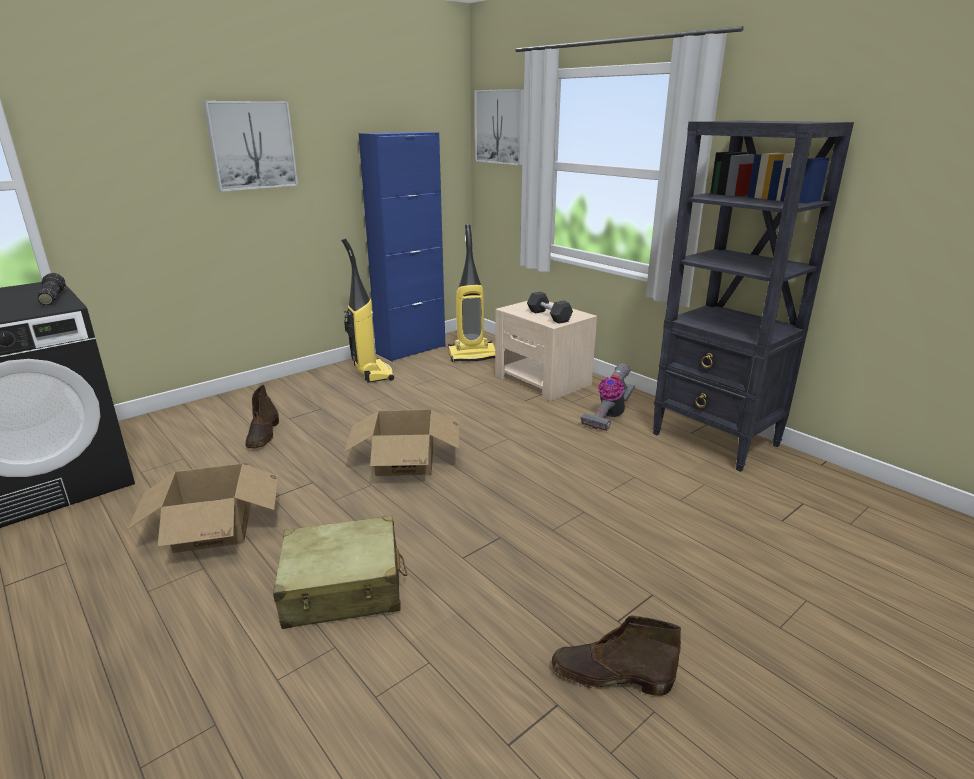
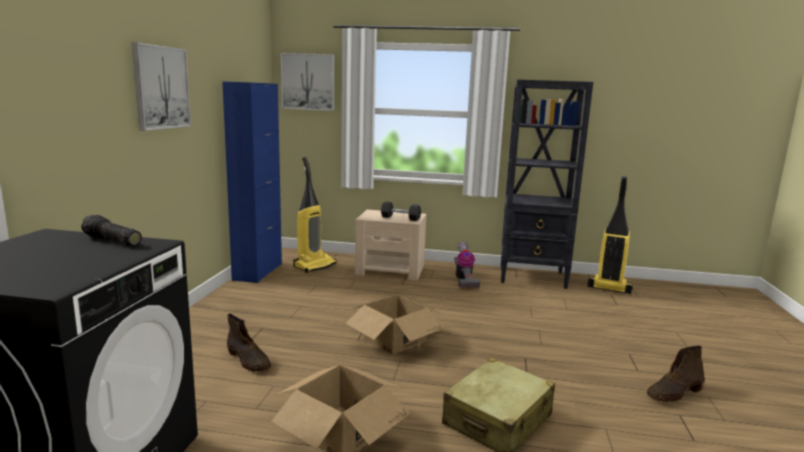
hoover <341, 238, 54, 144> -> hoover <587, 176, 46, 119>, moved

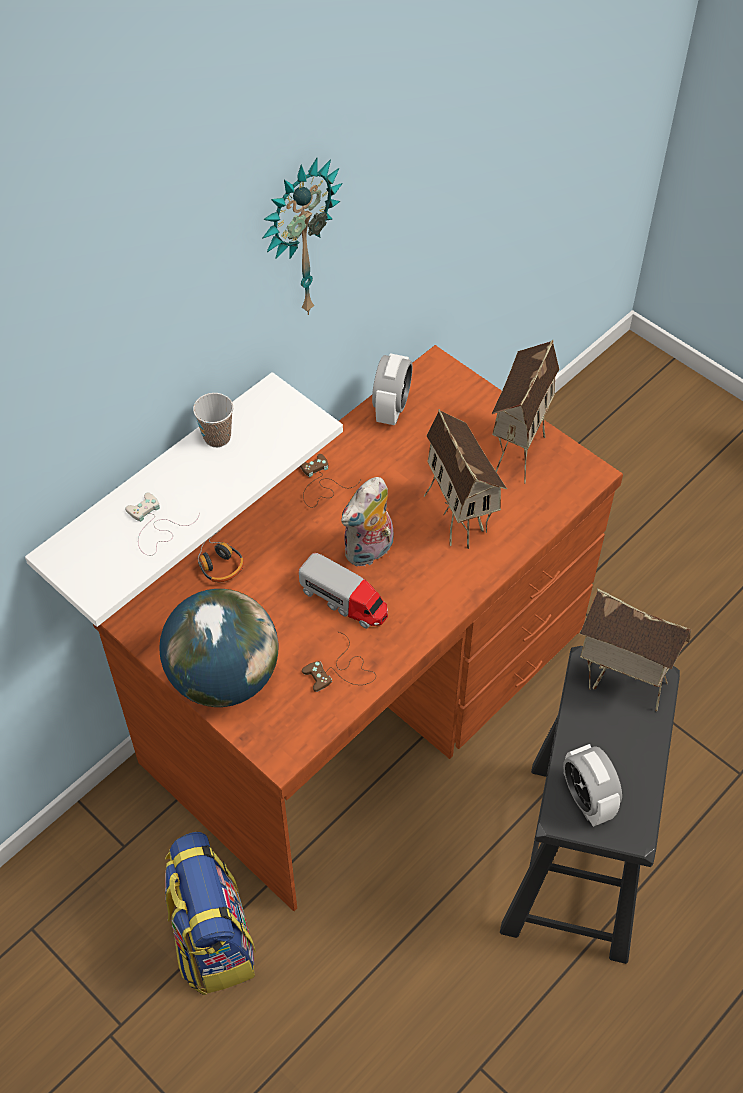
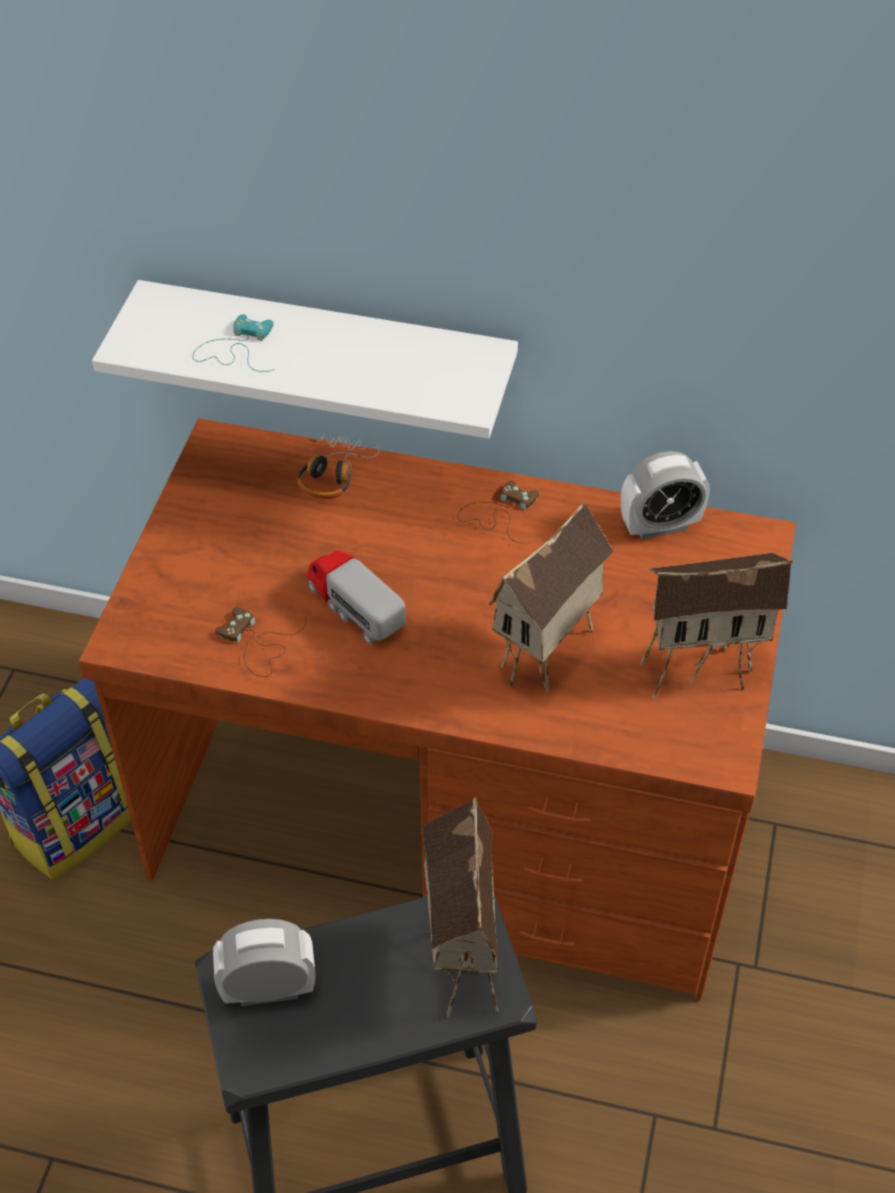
white-coloured gamepad <125, 492, 75, 64> -> turquoise gamepad <192, 314, 83, 58>
globe <159, 589, 119, 118> -> none
cup <193, 393, 40, 54> -> none
clock on the wall <263, 158, 80, 157> -> none
toy lorry <299, 553, 89, 76> -> toy lorry <307, 550, 99, 95>, 135 degrees clockwise
soft toy <341, 477, 53, 89> -> none
table clock <563, 744, 59, 83> -> table clock <213, 919, 102, 87>, 45 degrees clockwise

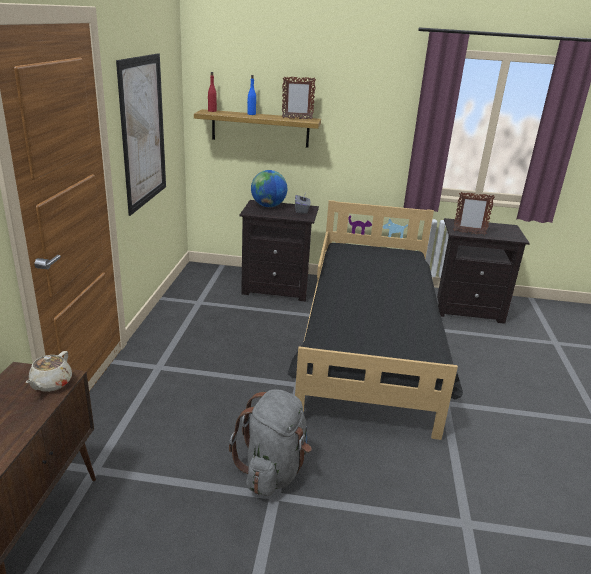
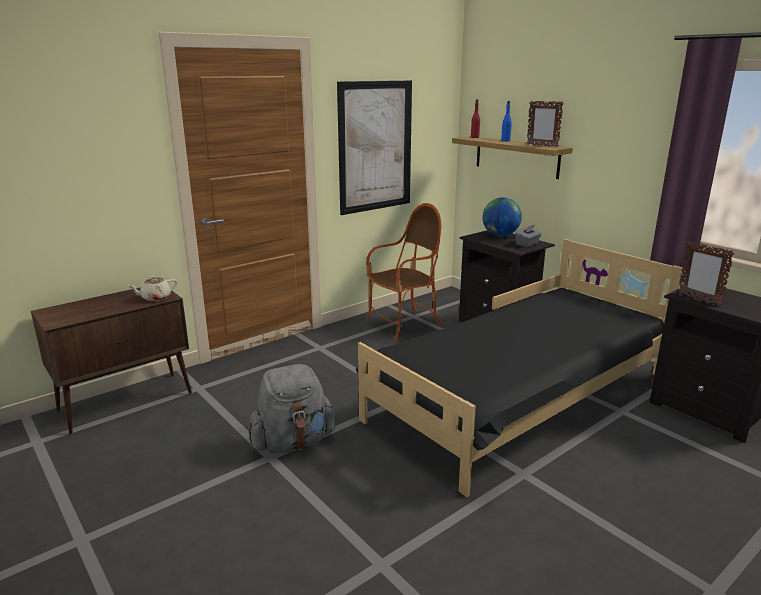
none -> lounge chair <366, 203, 75, 137>

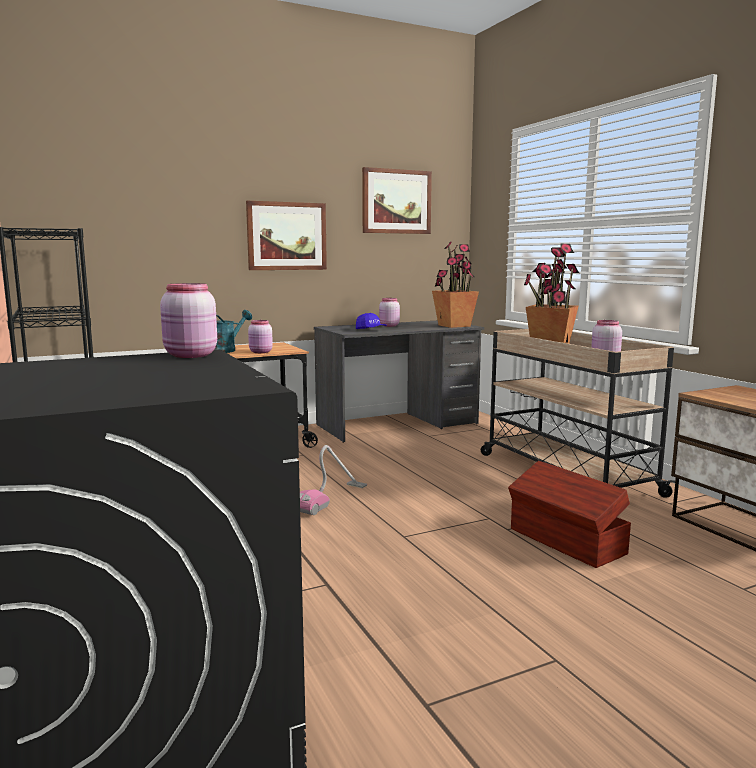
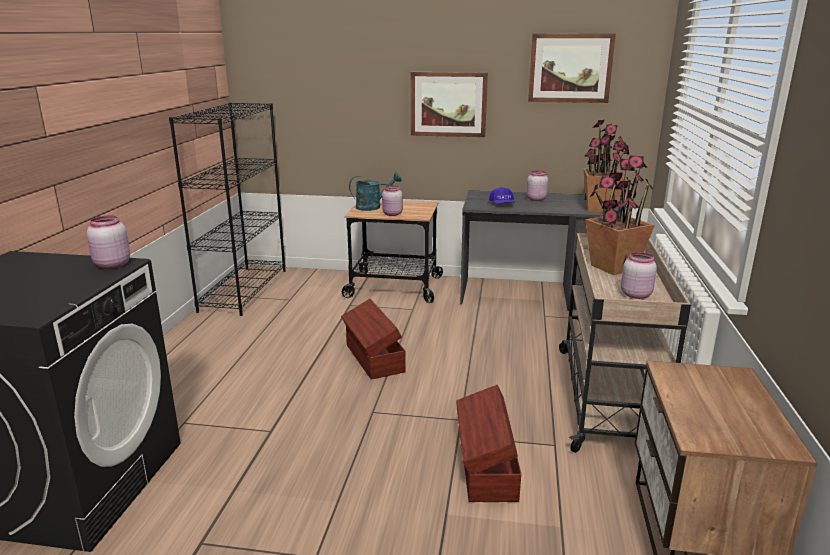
hoover <300, 445, 67, 70> -> brown storage container <341, 299, 64, 80>

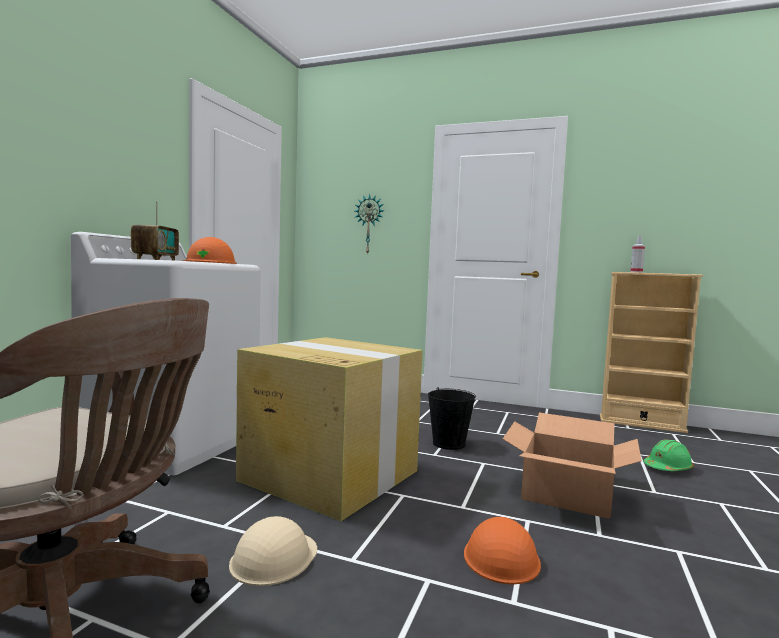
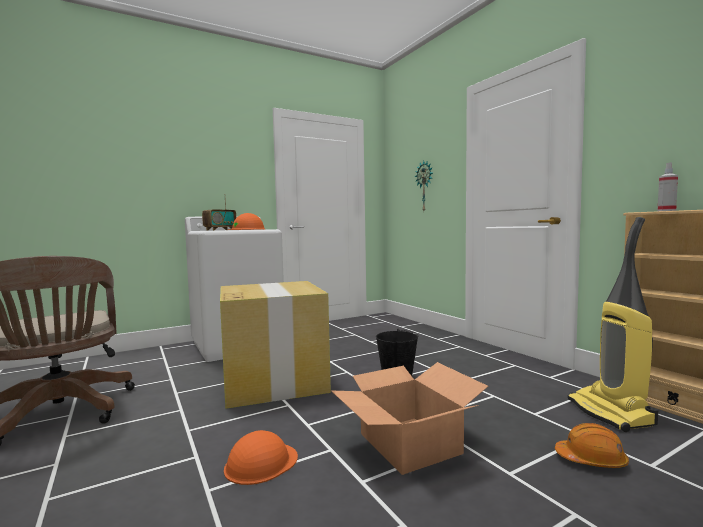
beige work helmet <229, 516, 88, 70> -> none
greenish work helmet <643, 439, 51, 32> -> orange work helmet <555, 423, 74, 45>
none -> hoover <568, 217, 90, 215>

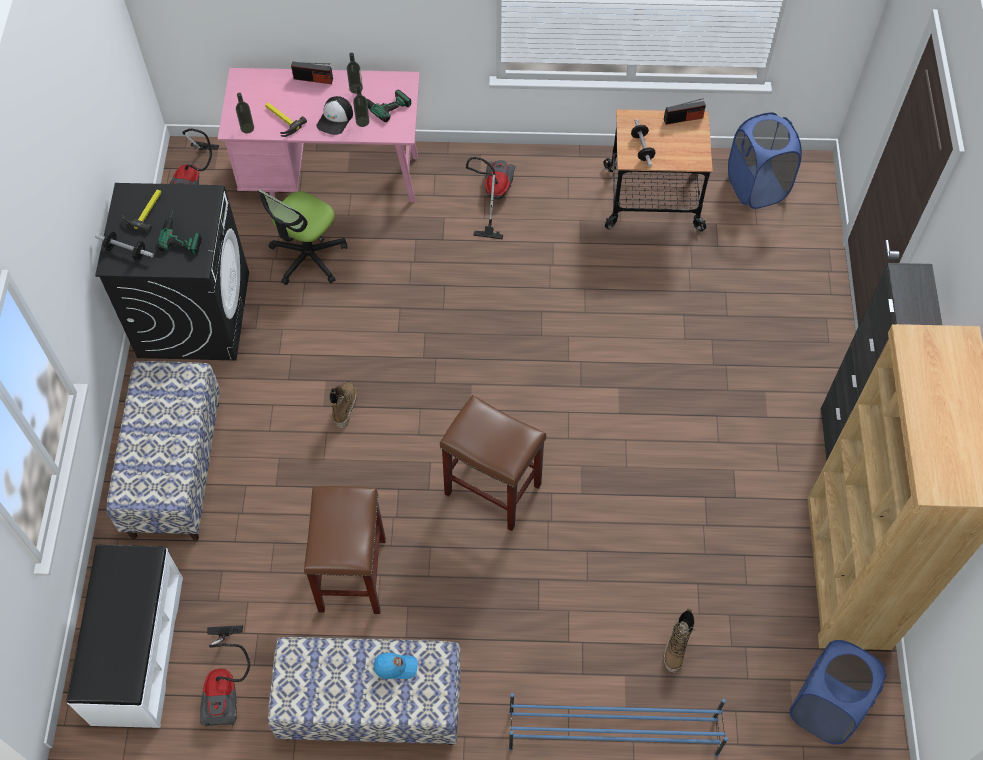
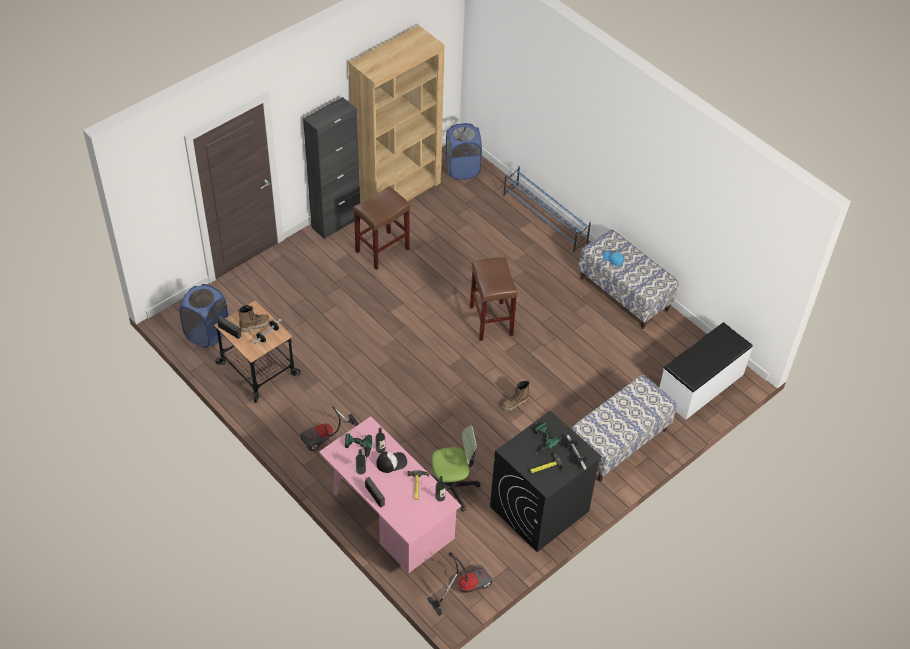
hoover <200, 625, 50, 101> -> none
brown sitting stool <304, 486, 82, 128> -> brown sitting stool <353, 186, 57, 84>, moved
boot <663, 608, 32, 65> -> boot <238, 305, 32, 27>, moved

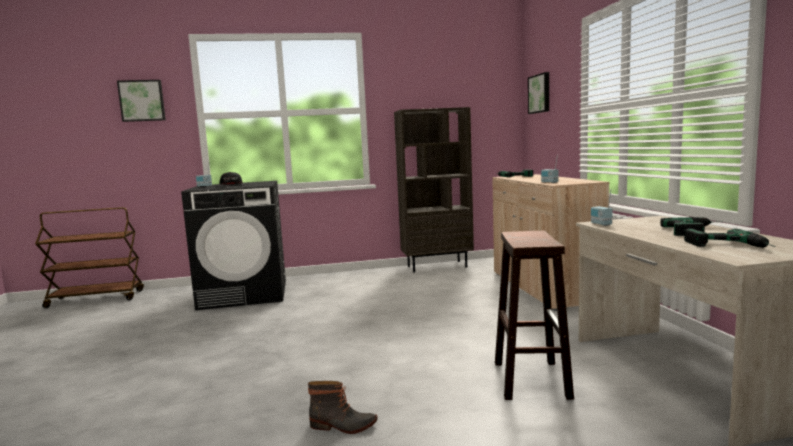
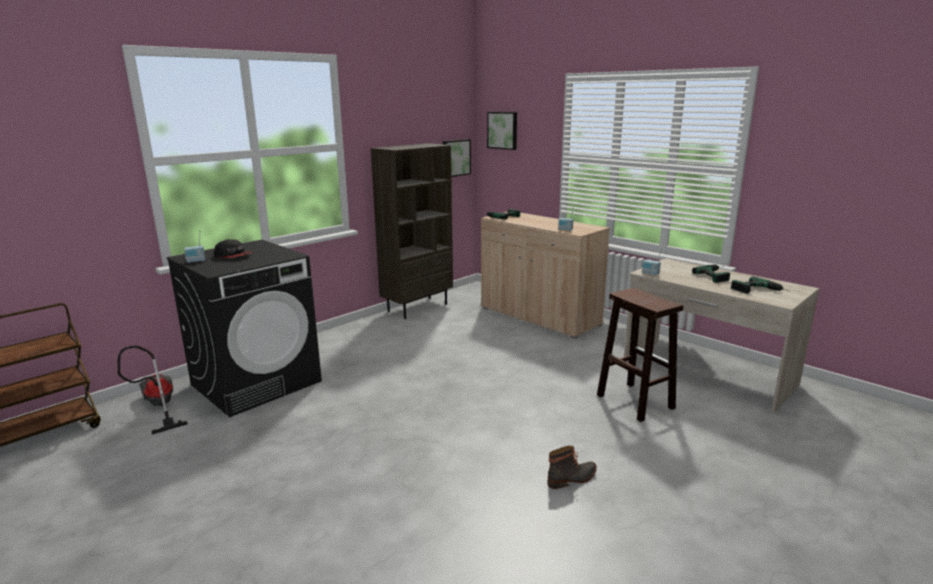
wall art <117, 80, 49, 42> -> wall art <443, 139, 28, 38>, moved
none -> hoover <117, 346, 71, 89>

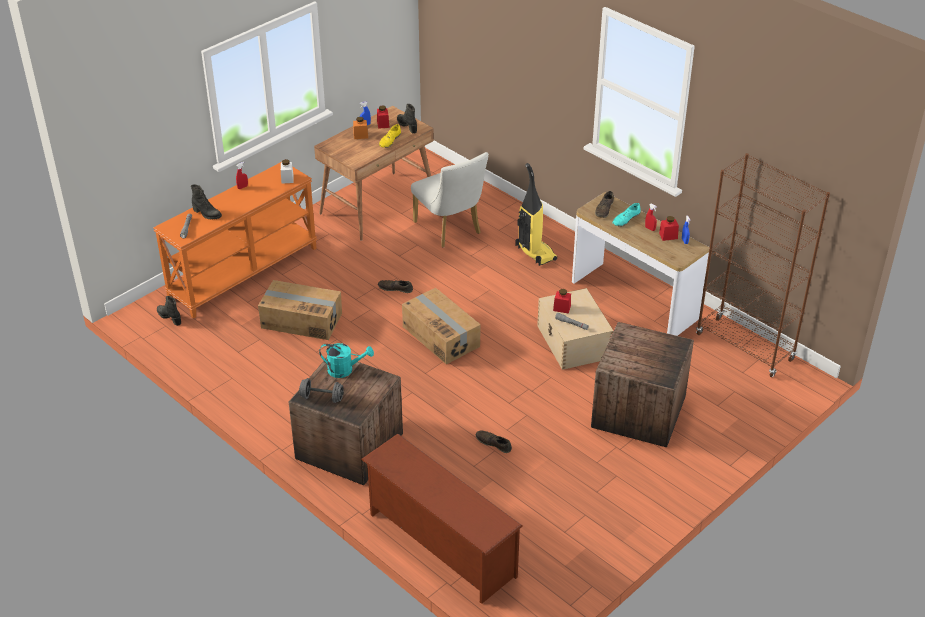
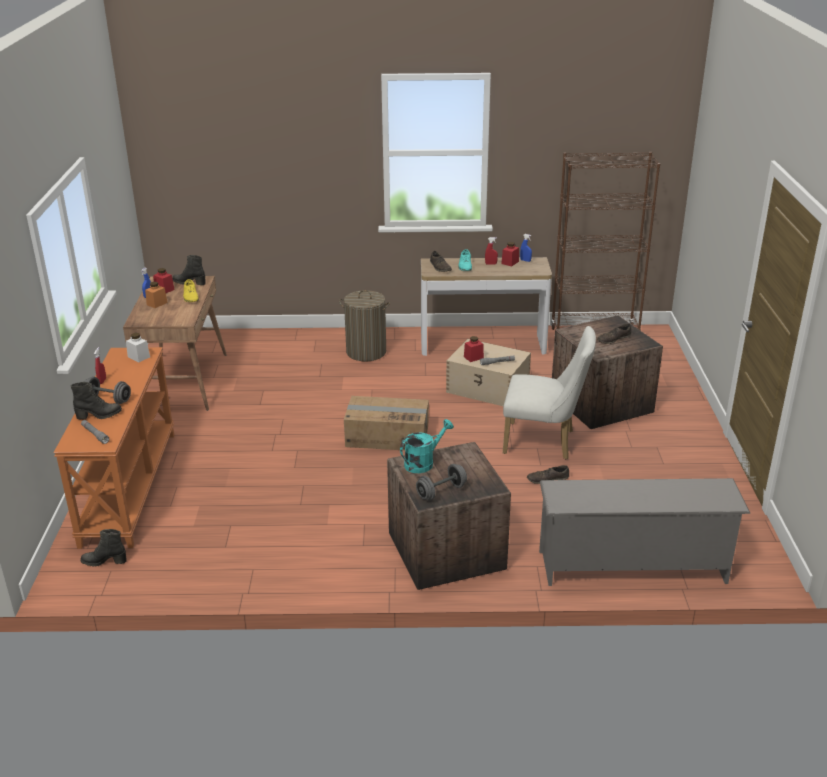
cardboard box <258, 280, 84, 60> -> none
brown shoe shelf <361, 434, 162, 170> -> gray shoe shelf <539, 478, 212, 108>
brown item of footwear <378, 280, 35, 13> -> brown item of footwear <597, 324, 34, 20>, moved
white-coloured plain chair <411, 152, 78, 95> -> white-coloured plain chair <503, 326, 93, 134>, moved
hoover <515, 163, 42, 103> -> hamper <339, 290, 51, 71>
none -> gray free weight <84, 377, 47, 27>

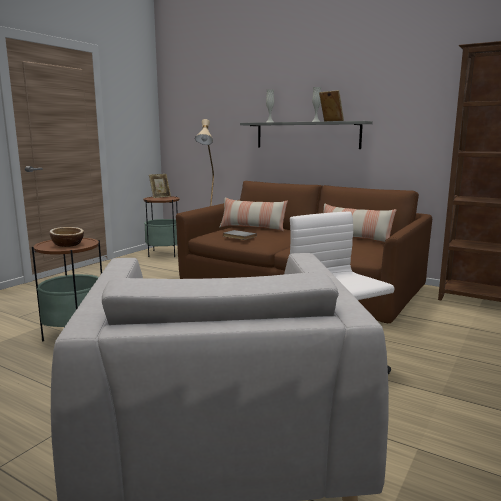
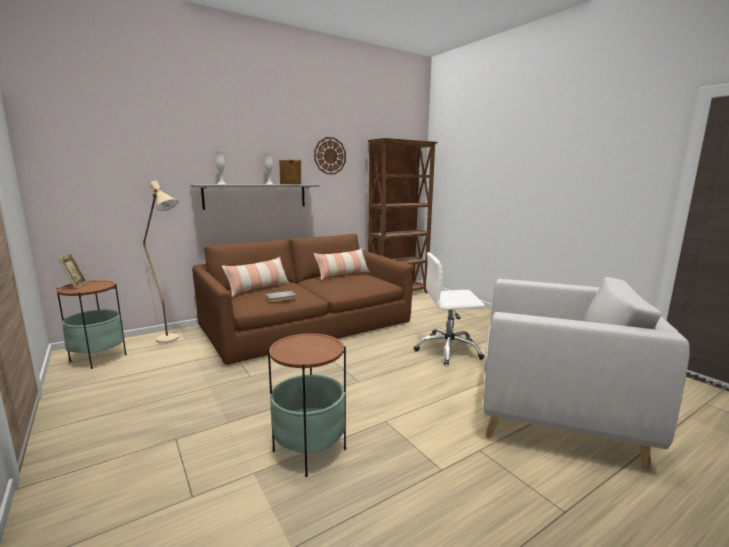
serving bowl <50, 227, 34, 20> -> none
none -> clock on the wall <314, 137, 32, 37>

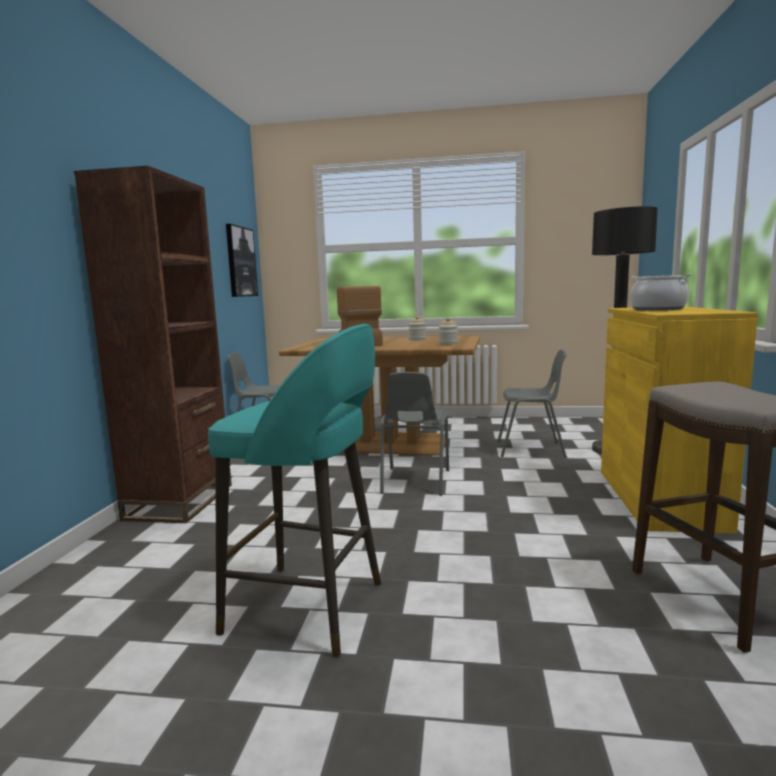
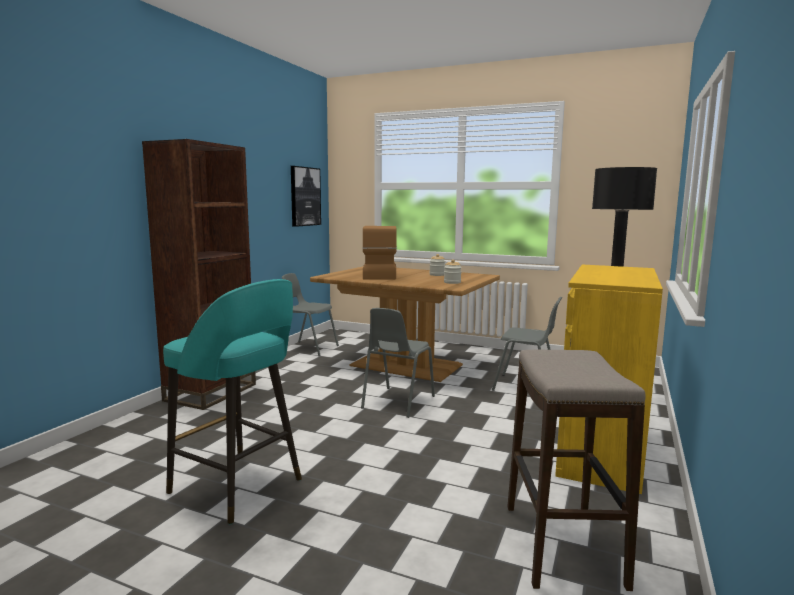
stockpot <630, 274, 62, 37> -> none

